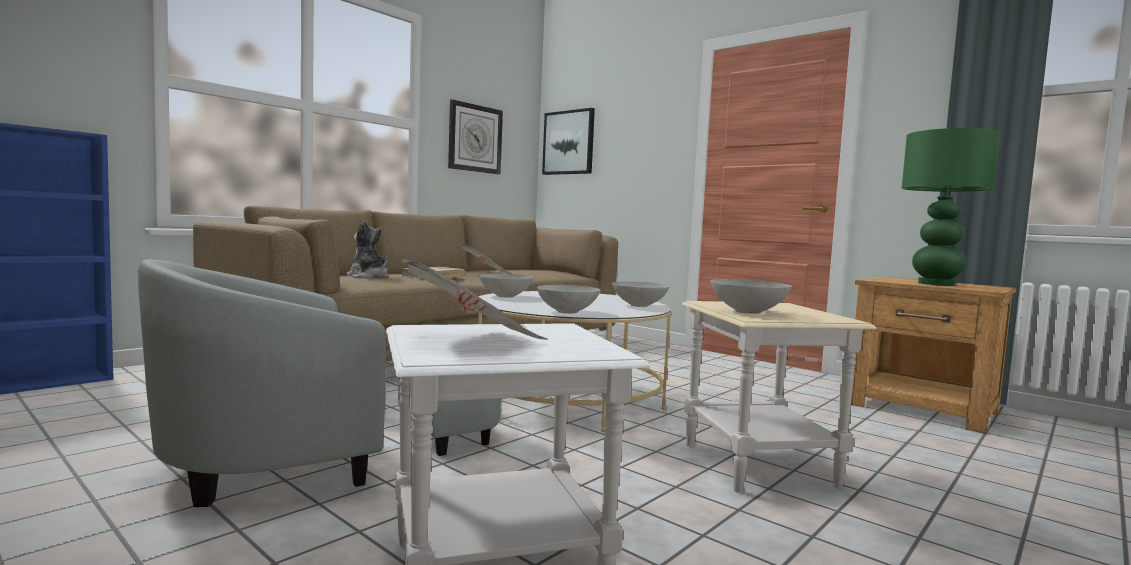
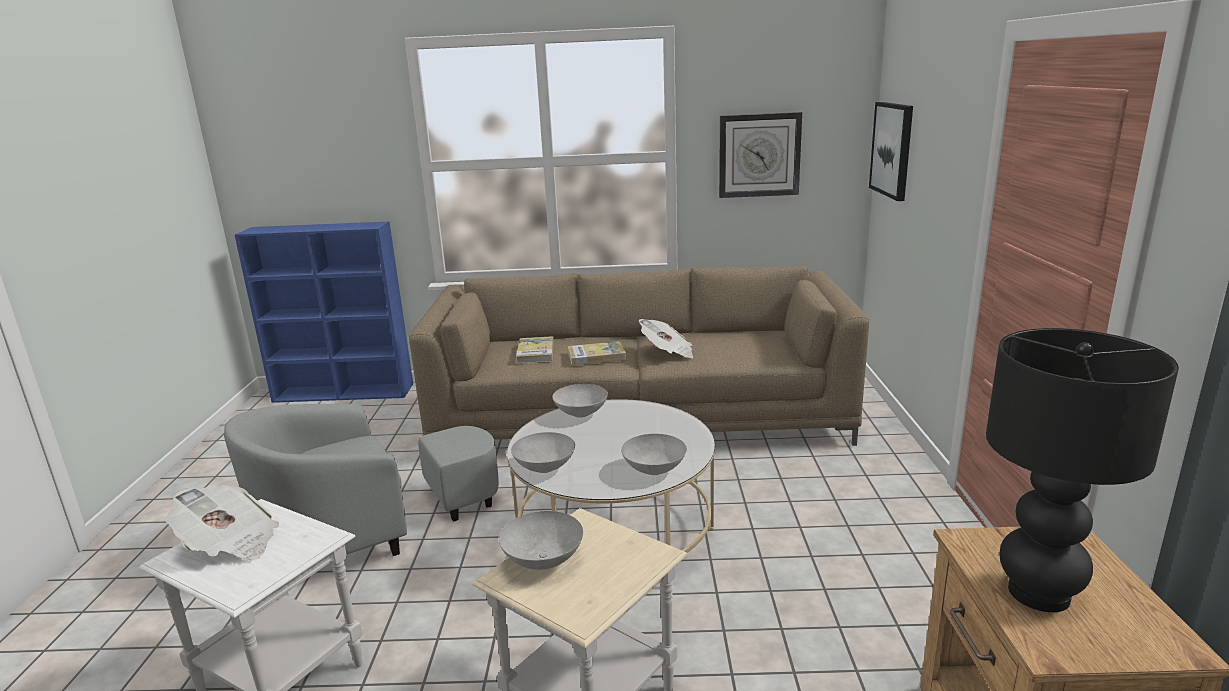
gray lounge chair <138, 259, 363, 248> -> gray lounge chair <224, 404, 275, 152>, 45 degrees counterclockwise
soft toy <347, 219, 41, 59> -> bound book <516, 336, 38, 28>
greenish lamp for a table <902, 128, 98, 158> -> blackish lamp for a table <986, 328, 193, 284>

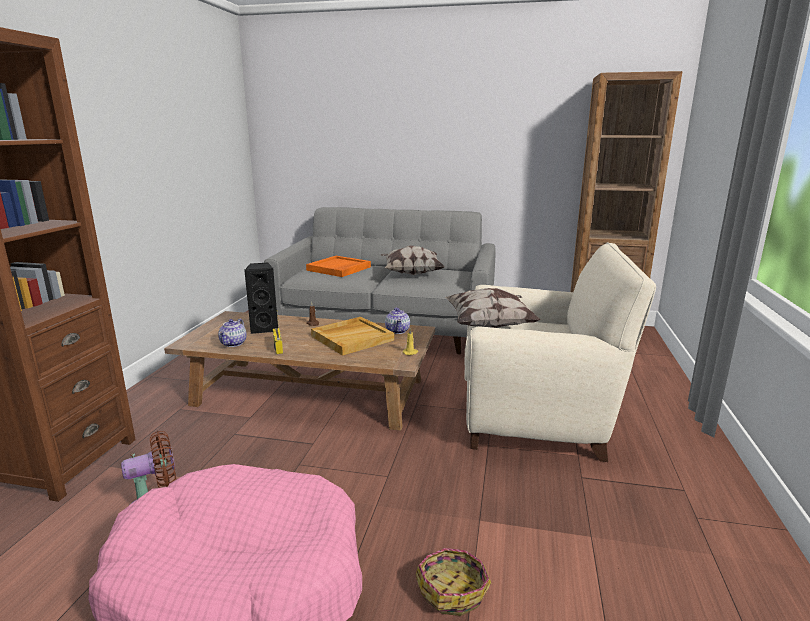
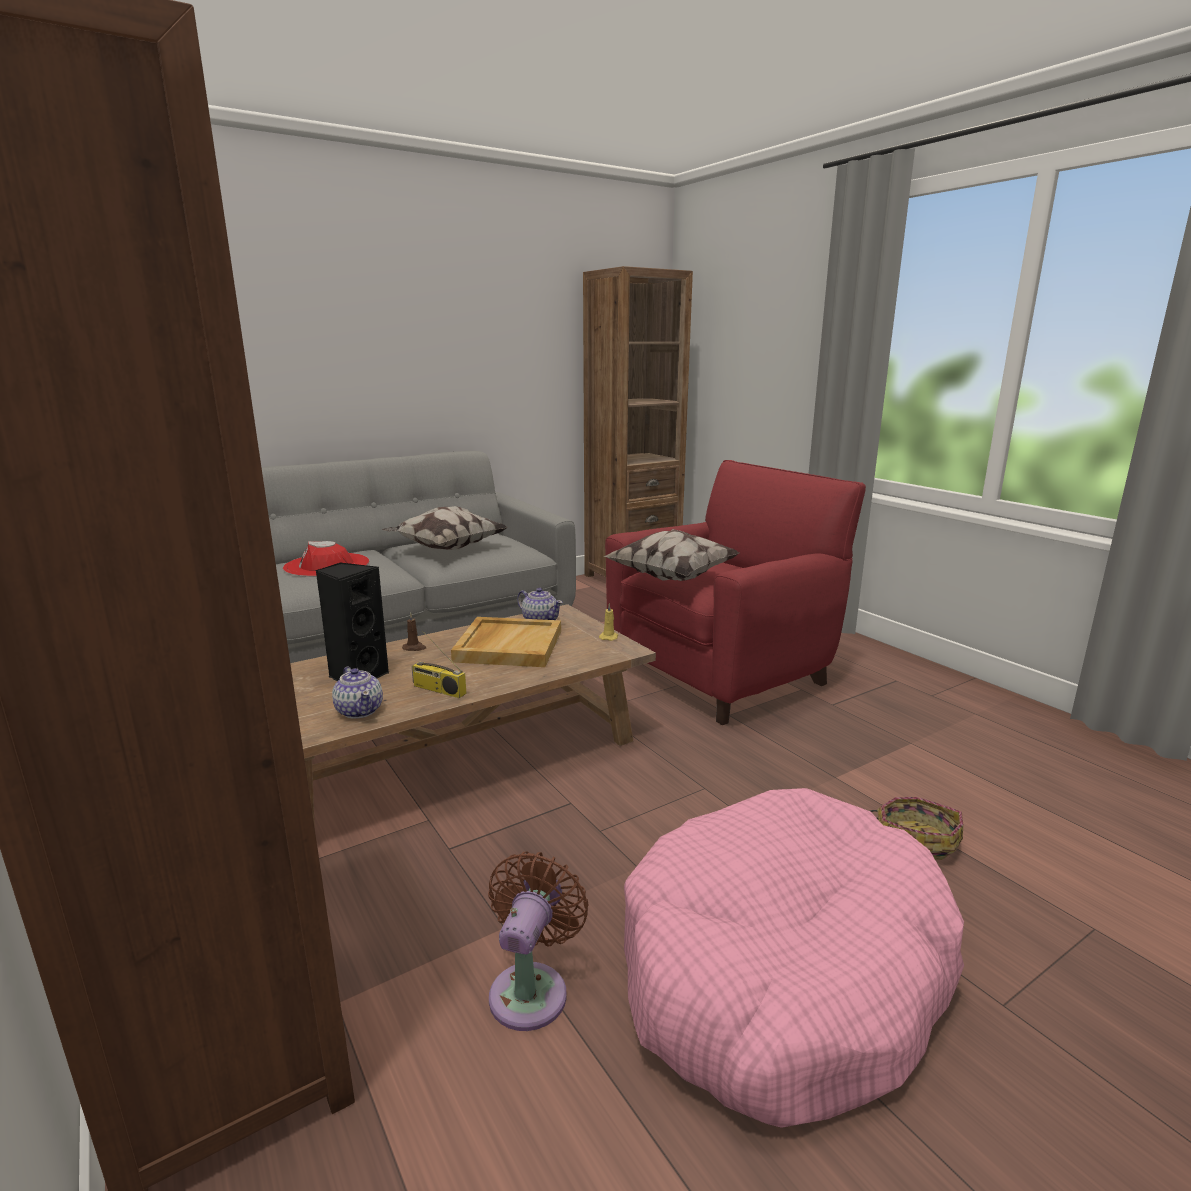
orange carrying tray <306, 256, 65, 21> -> reddish clothing hat <283, 541, 86, 36>
beige lounge chair <464, 242, 192, 220> -> reddish lounge chair <605, 460, 261, 265>

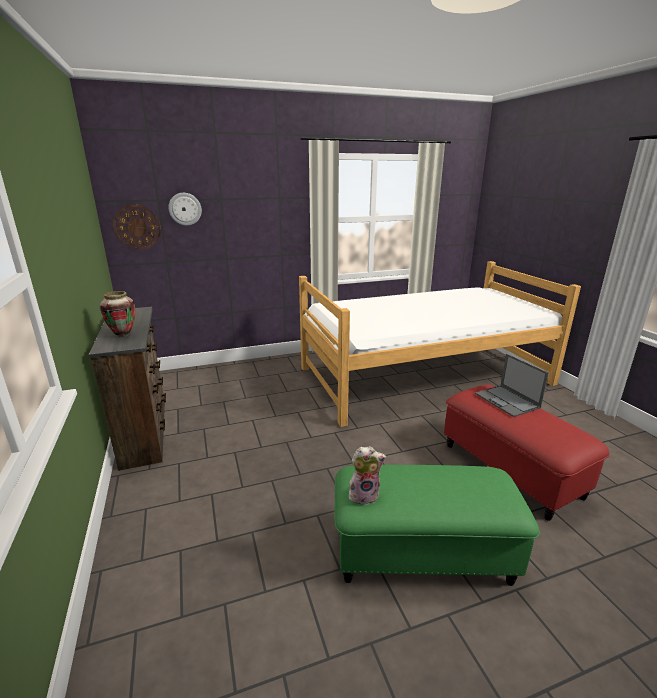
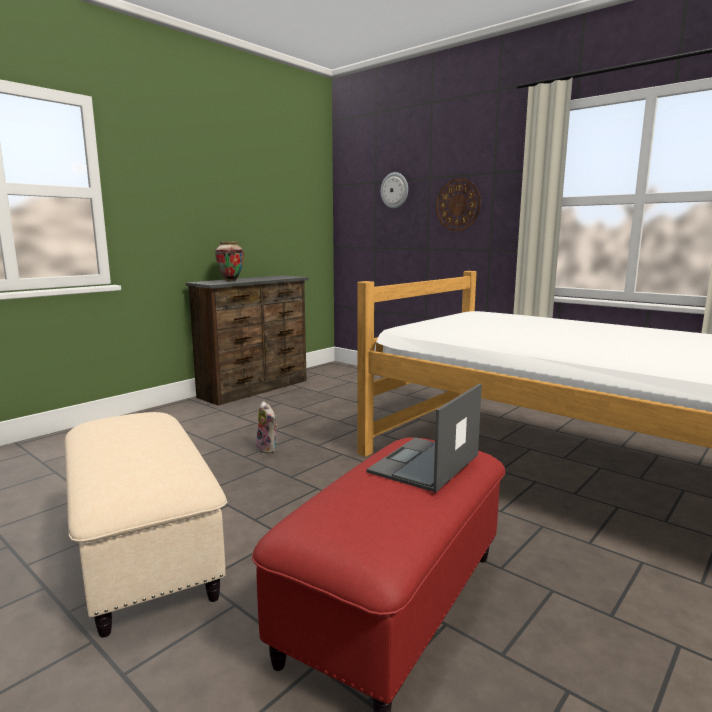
clock on the wall <113, 205, 48, 44> -> clock on the wall <436, 178, 45, 53>, moved
greenish ottoman <334, 465, 206, 121> -> beige ottoman <65, 412, 162, 226>
soft toy <349, 446, 37, 59> -> soft toy <256, 401, 21, 53>, moved

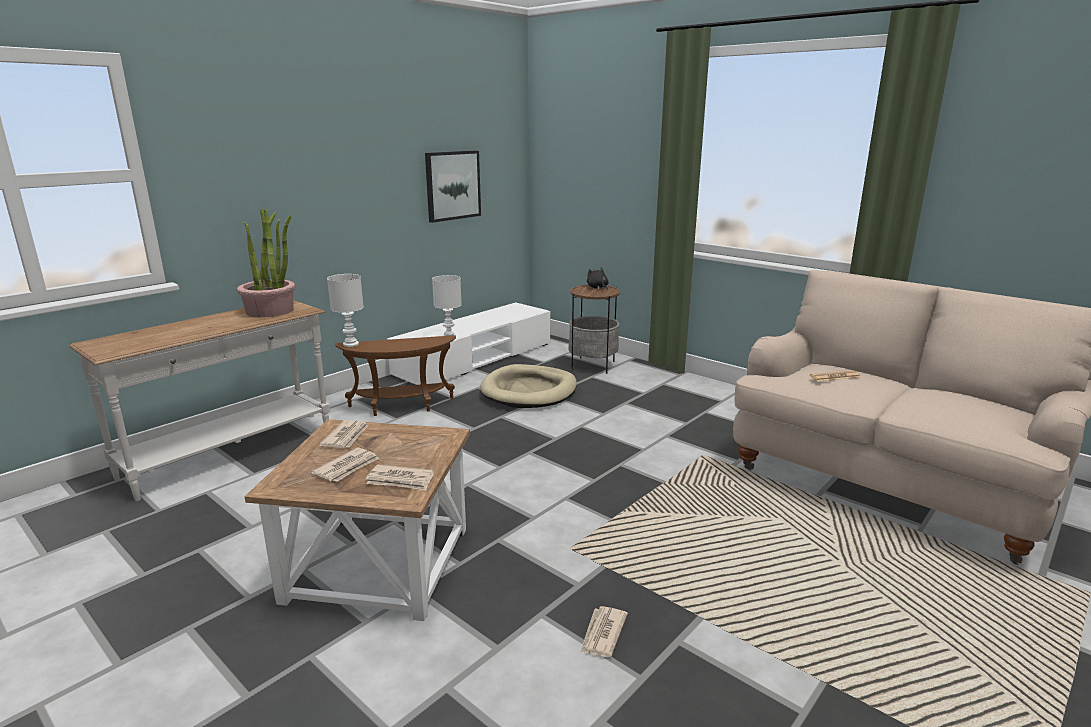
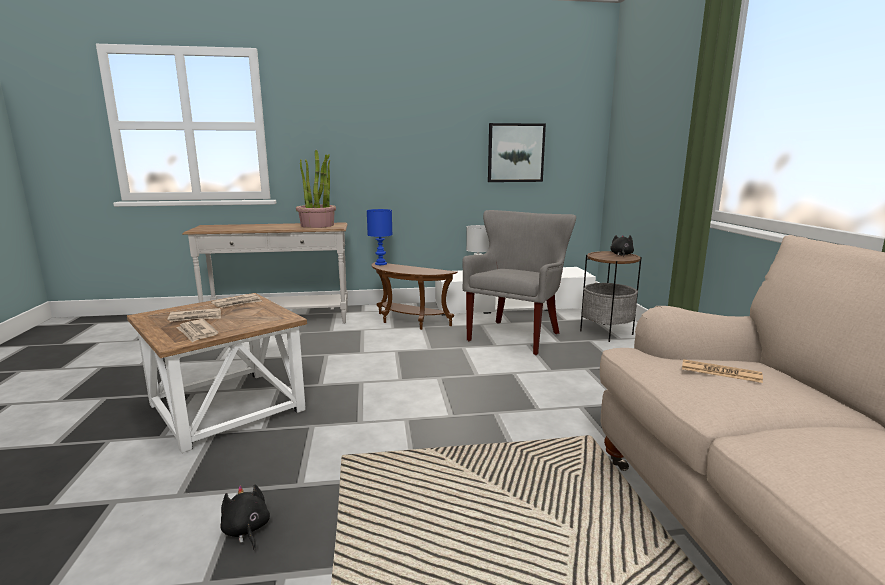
white-coloured lamp for a table <327, 274, 37, 73> -> bluish lamp for a table <367, 209, 26, 56>
beige dog cushion <480, 364, 97, 44> -> gray lounge chair <462, 210, 114, 145>
printed paper <580, 606, 48, 51> -> blackish soft toy <220, 484, 50, 66>

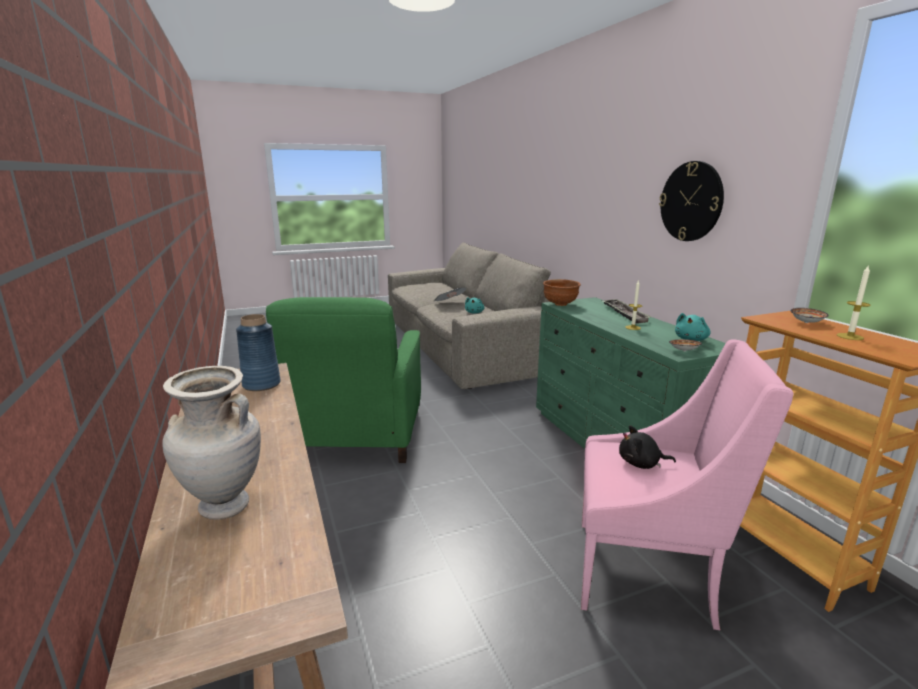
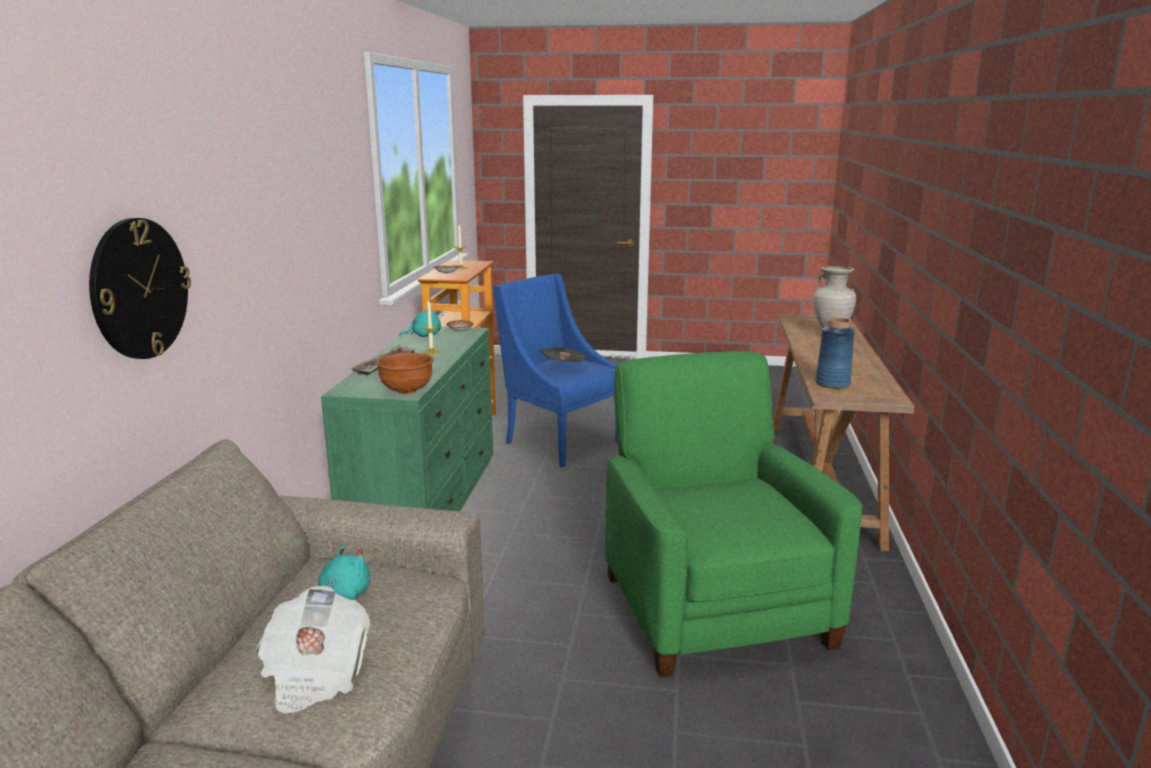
greenish lounge chair <266, 297, 155, 166> -> greenish lounge chair <605, 351, 258, 326>, 45 degrees counterclockwise
pinkish lounge chair <581, 339, 212, 292> -> bluish lounge chair <493, 274, 125, 193>
blackish soft toy <619, 425, 57, 44> -> printed paper <537, 347, 51, 15>
clock on the wall <659, 161, 65, 80> -> clock on the wall <89, 218, 102, 141>, moved

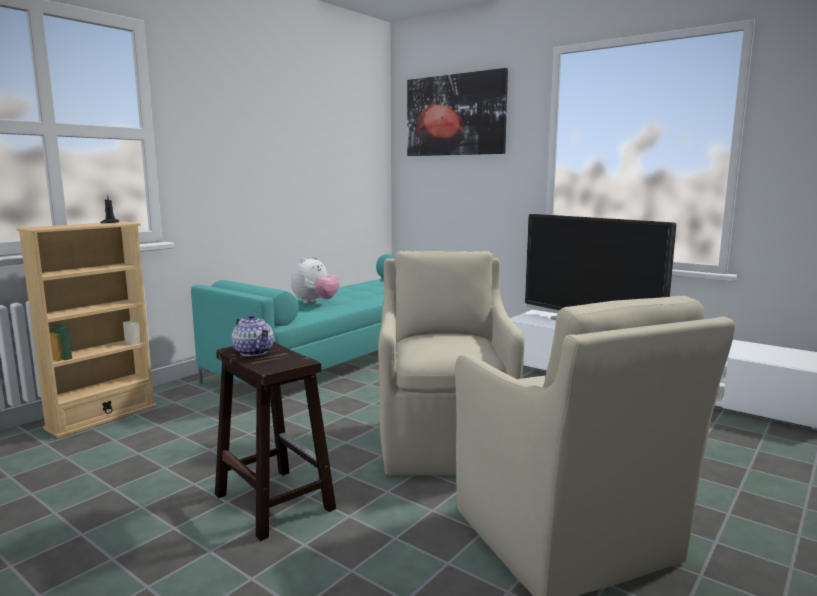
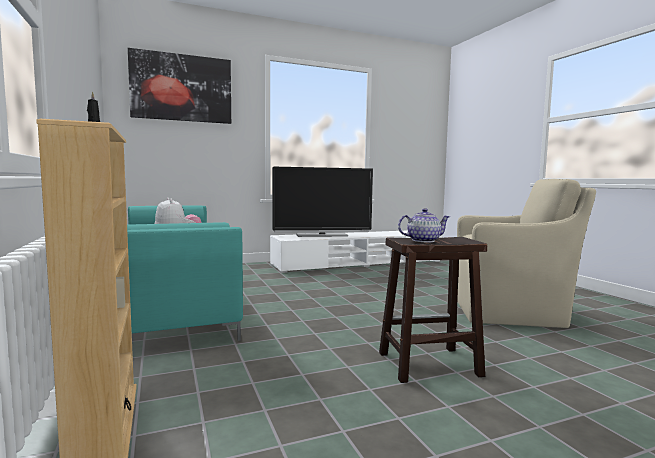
beige lounge chair <378, 251, 147, 225> -> none

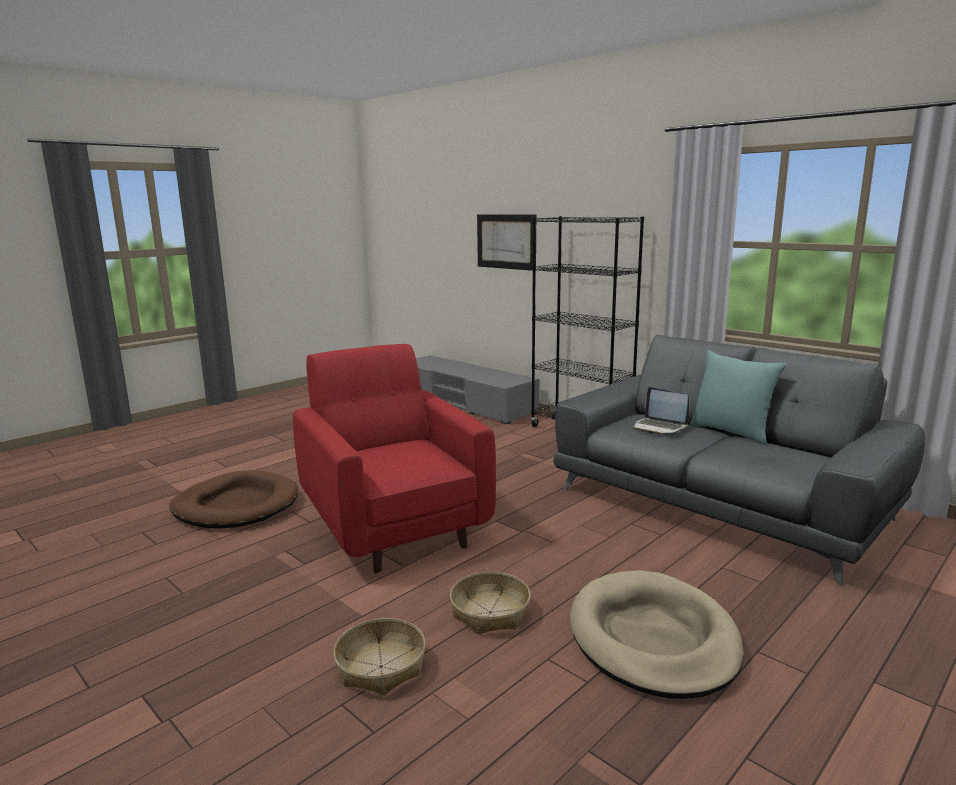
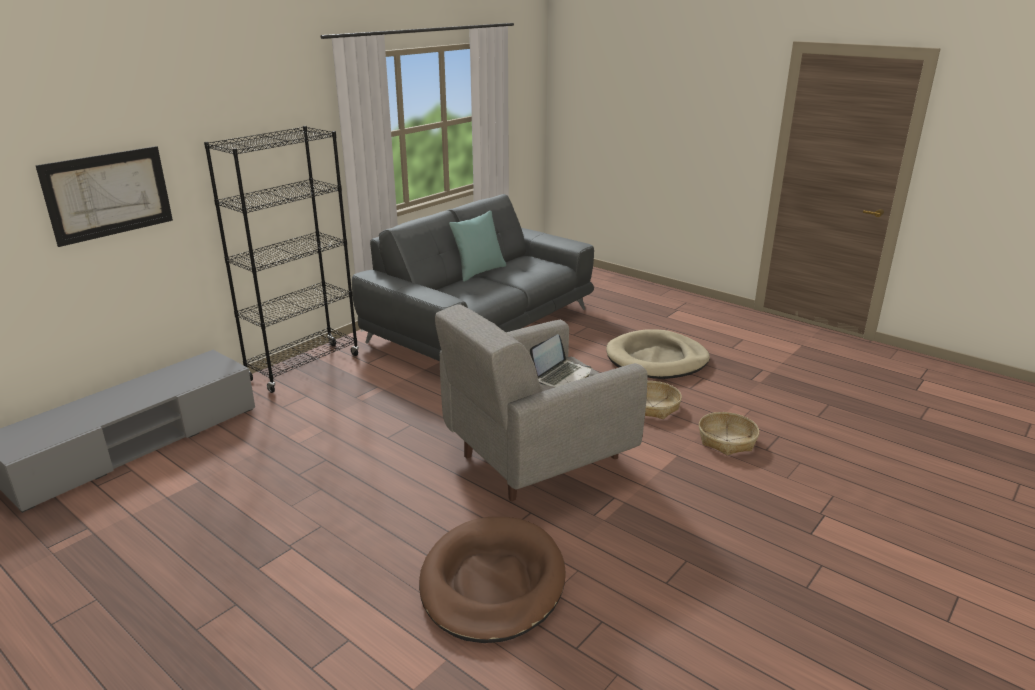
reddish lounge chair <293, 344, 203, 229> -> gray lounge chair <435, 304, 213, 197>
notebook computer <633, 387, 56, 47> -> notebook computer <530, 334, 61, 53>, moved

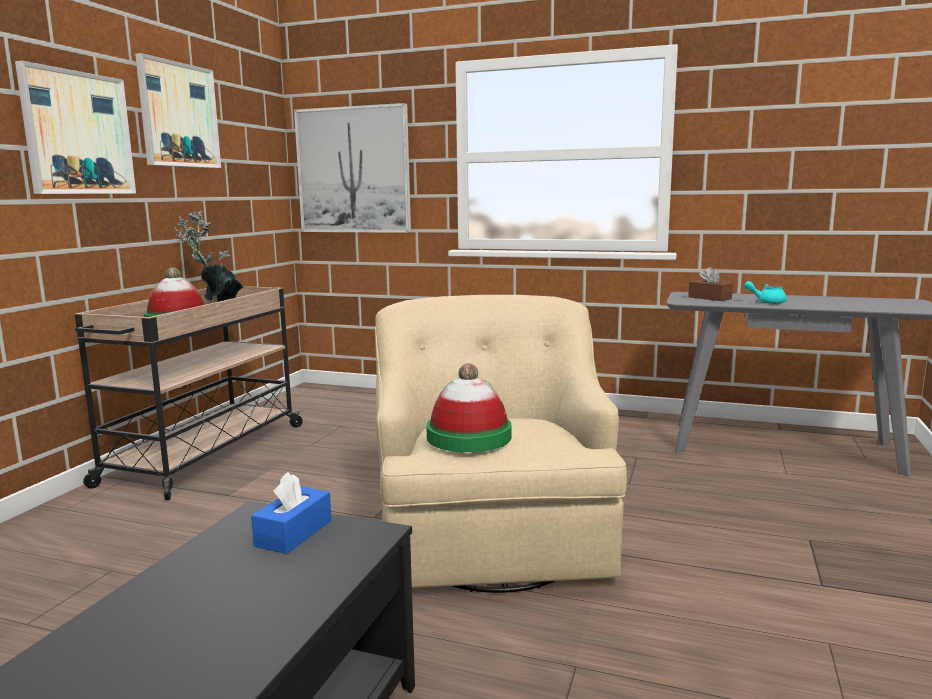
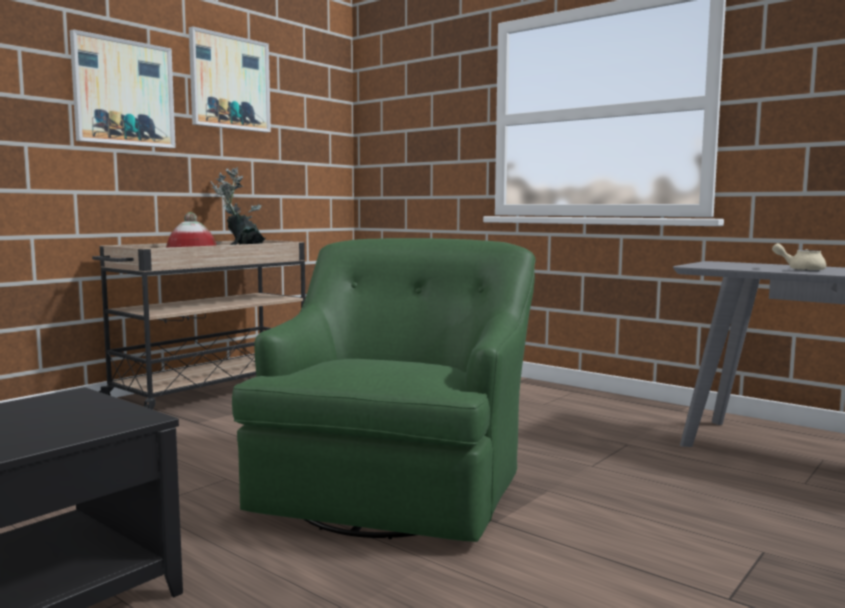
bluish tissue box <251, 472, 81, 82> -> none
wall art <294, 103, 117, 130> -> none
beige lounge chair <375, 295, 252, 298> -> greenish lounge chair <232, 238, 303, 304>
clothing hat <426, 363, 86, 89> -> none
brown tissue box <688, 267, 45, 34> -> none
turquoise pot for tea <744, 281, 43, 23> -> beige pot for tea <772, 243, 54, 28>

